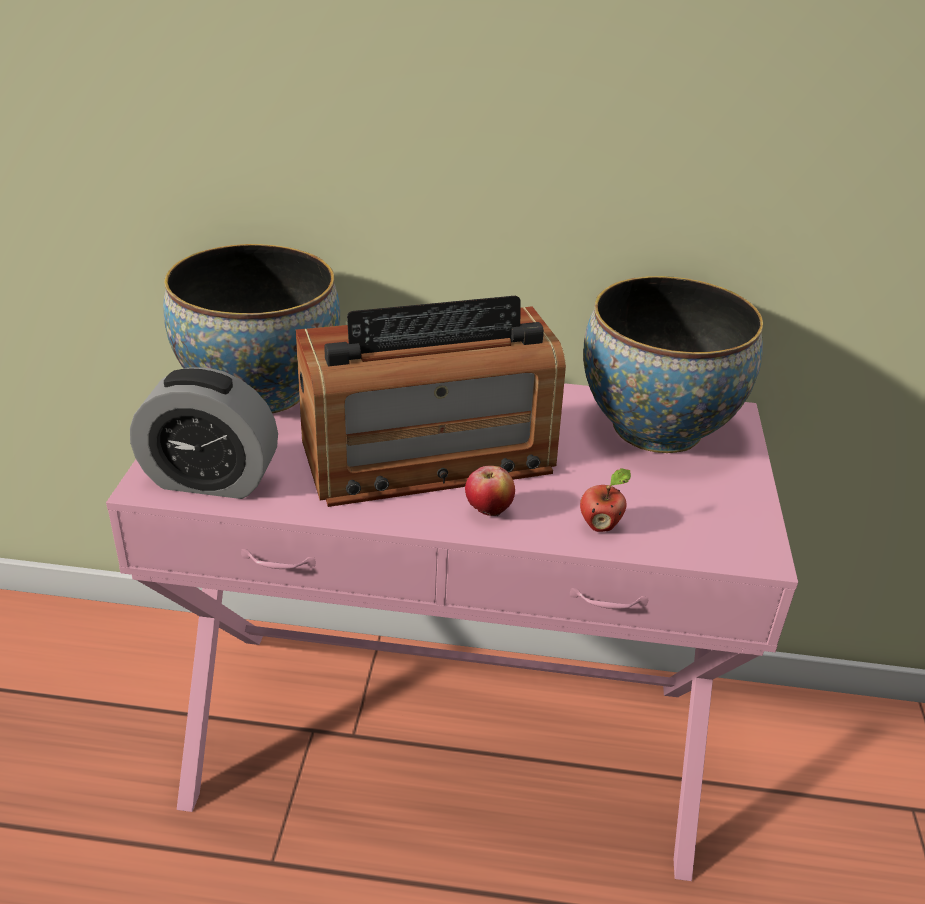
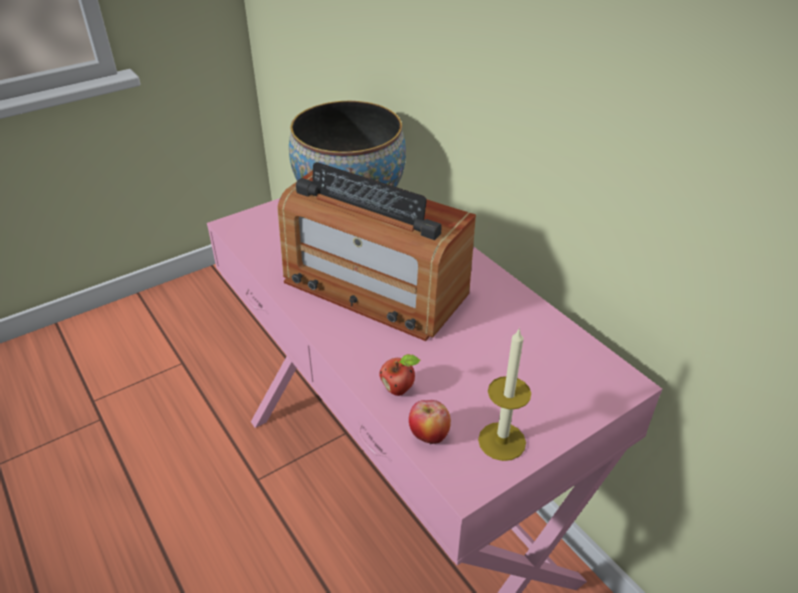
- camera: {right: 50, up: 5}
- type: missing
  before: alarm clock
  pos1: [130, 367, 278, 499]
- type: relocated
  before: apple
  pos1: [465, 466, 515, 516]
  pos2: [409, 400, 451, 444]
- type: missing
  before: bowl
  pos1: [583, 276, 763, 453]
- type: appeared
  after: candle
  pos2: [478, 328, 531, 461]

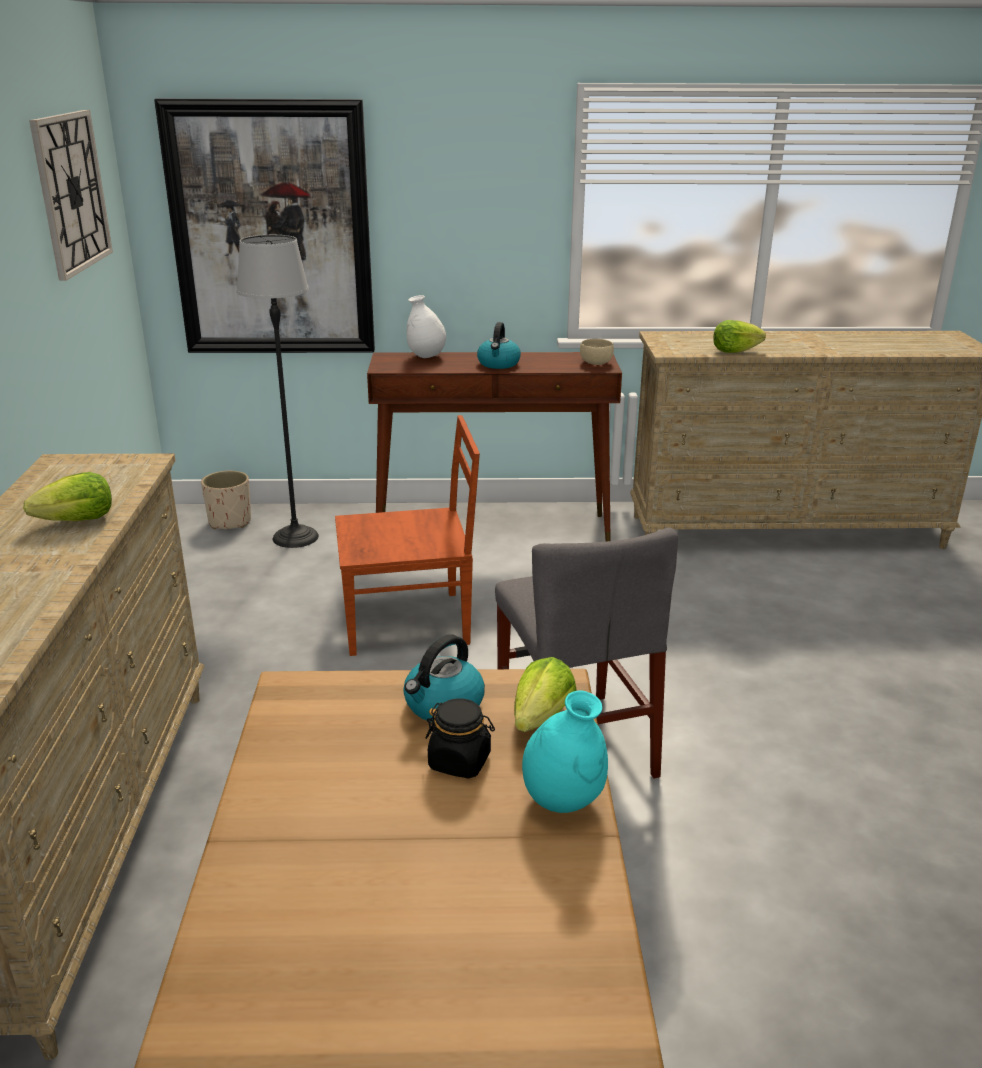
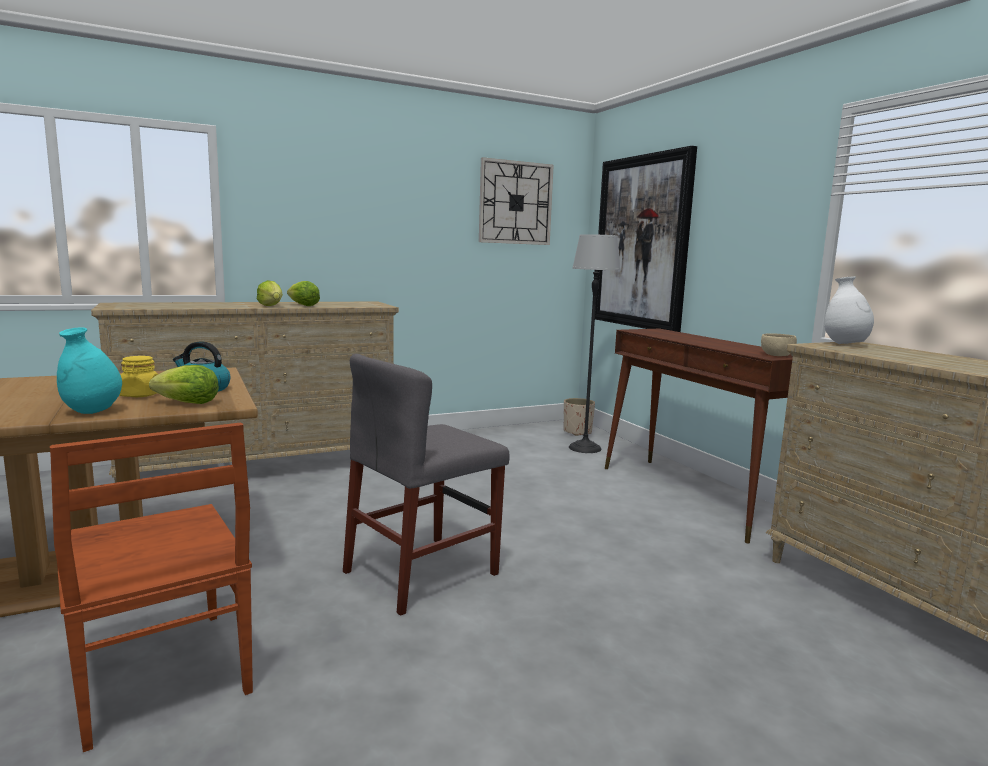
- camera: {right: 65, up: -15}
- type: relocated
  before: chair (brown)
  pos1: [335, 415, 480, 656]
  pos2: [50, 423, 253, 752]
- type: relocated
  before: vase (white)
  pos1: [407, 295, 446, 358]
  pos2: [824, 276, 874, 344]
- type: colour
  before: jar (black)
  after: jar (yellow)
  pos1: [425, 698, 495, 778]
  pos2: [119, 356, 158, 397]
- type: missing
  before: kettle
  pos1: [477, 322, 521, 369]
- type: relocated
  before: lettuce
  pos1: [713, 320, 766, 353]
  pos2: [257, 280, 283, 306]

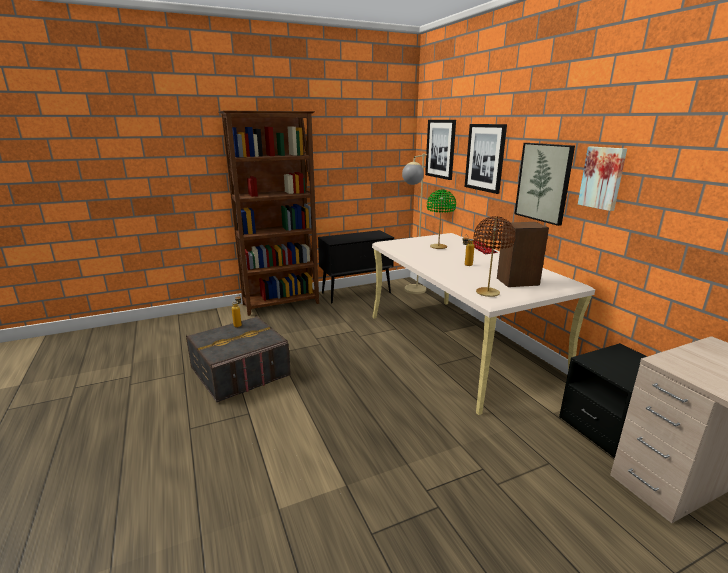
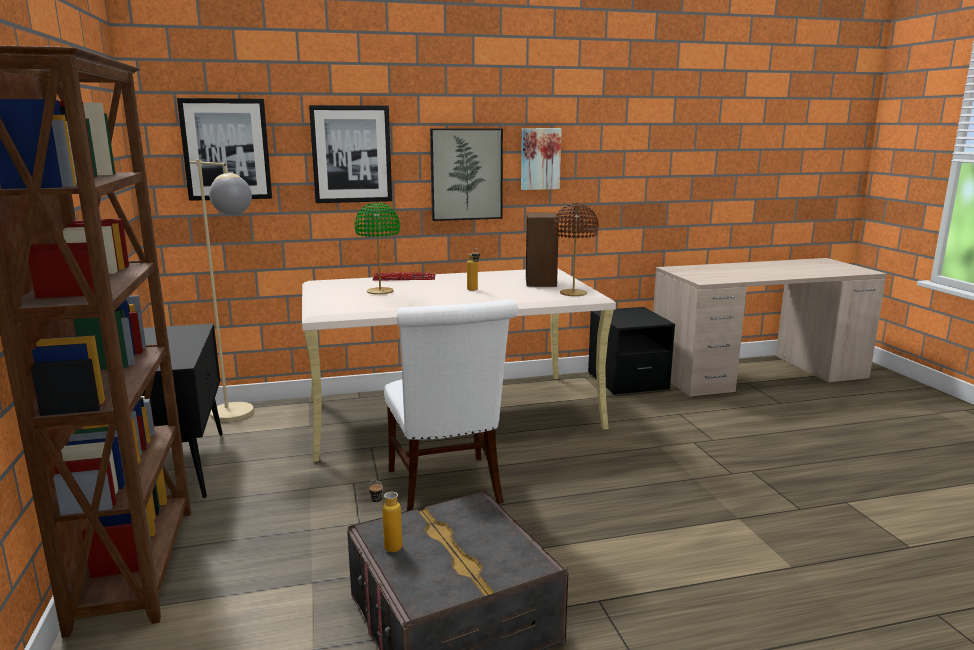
- camera: {right: -80, up: -5}
- type: appeared
  after: chair (white)
  pos2: [384, 299, 518, 511]

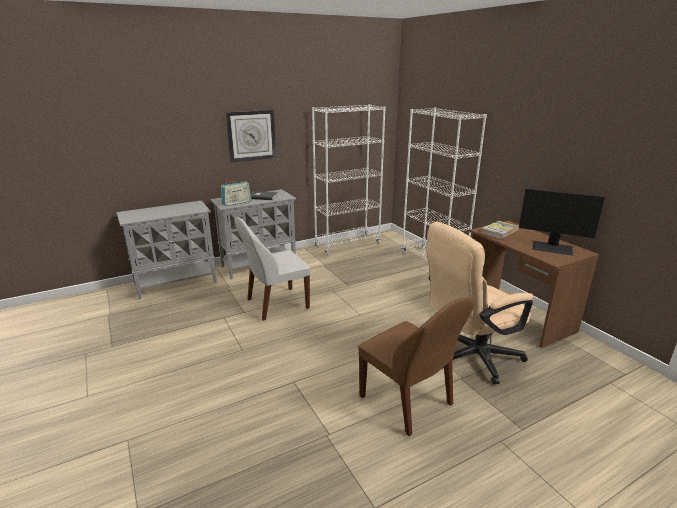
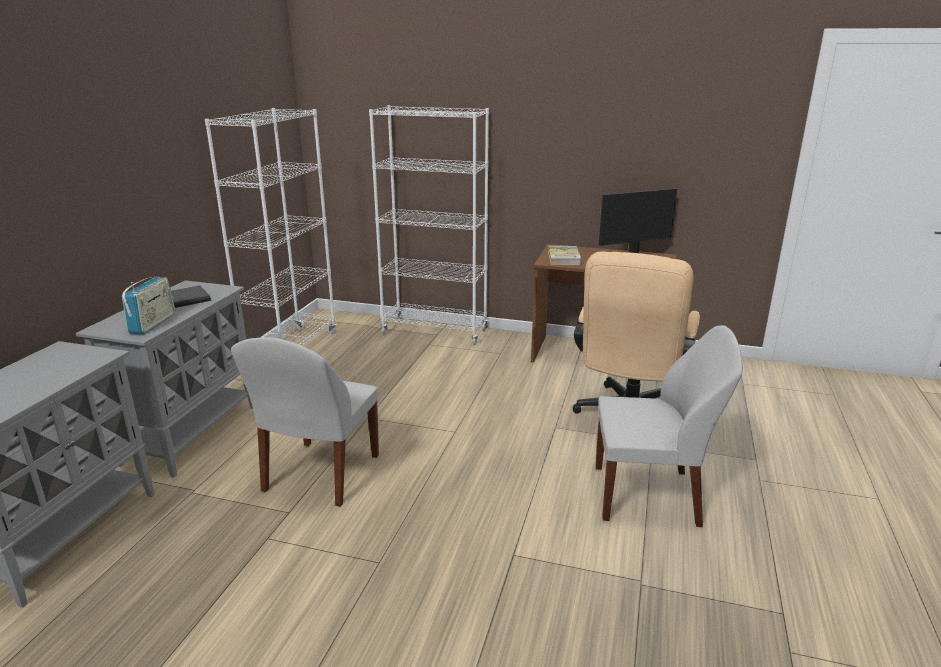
- camera: {right: -45, up: 0}
- type: missing
  before: wall clock
  pos1: [226, 110, 276, 162]
- type: colour
  before: chair (brown)
  after: chair (white)
  pos1: [358, 297, 475, 436]
  pos2: [596, 325, 743, 527]

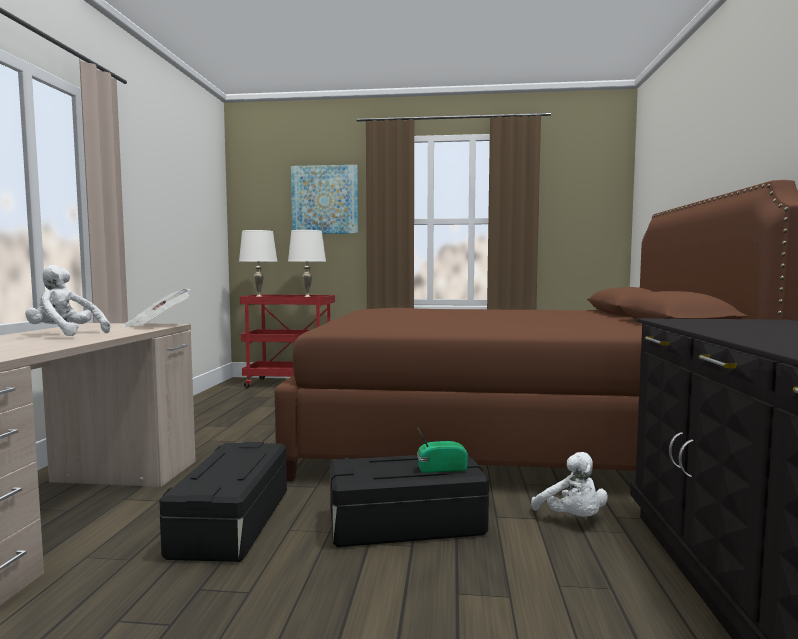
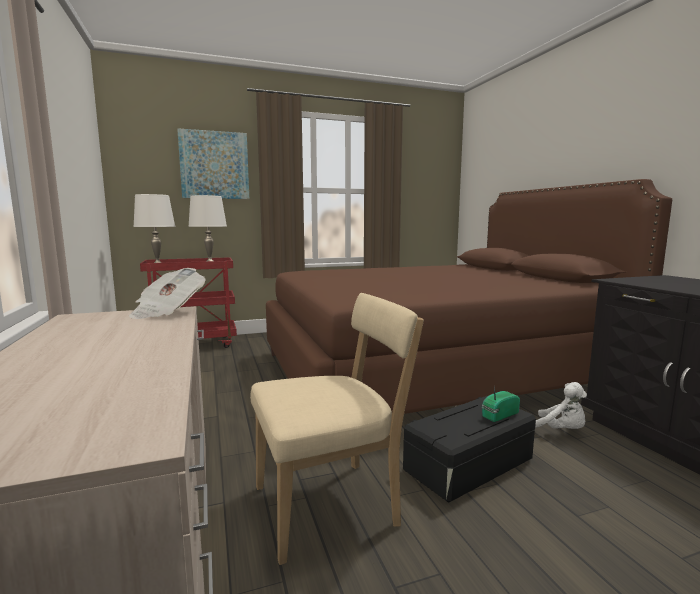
- camera: {right: -25, up: 5}
- type: missing
  before: plush toy (white)
  pos1: [25, 265, 110, 336]
- type: exchanged
  before: storage box (black)
  after: chair (beige)
  pos1: [159, 442, 287, 562]
  pos2: [250, 293, 424, 565]

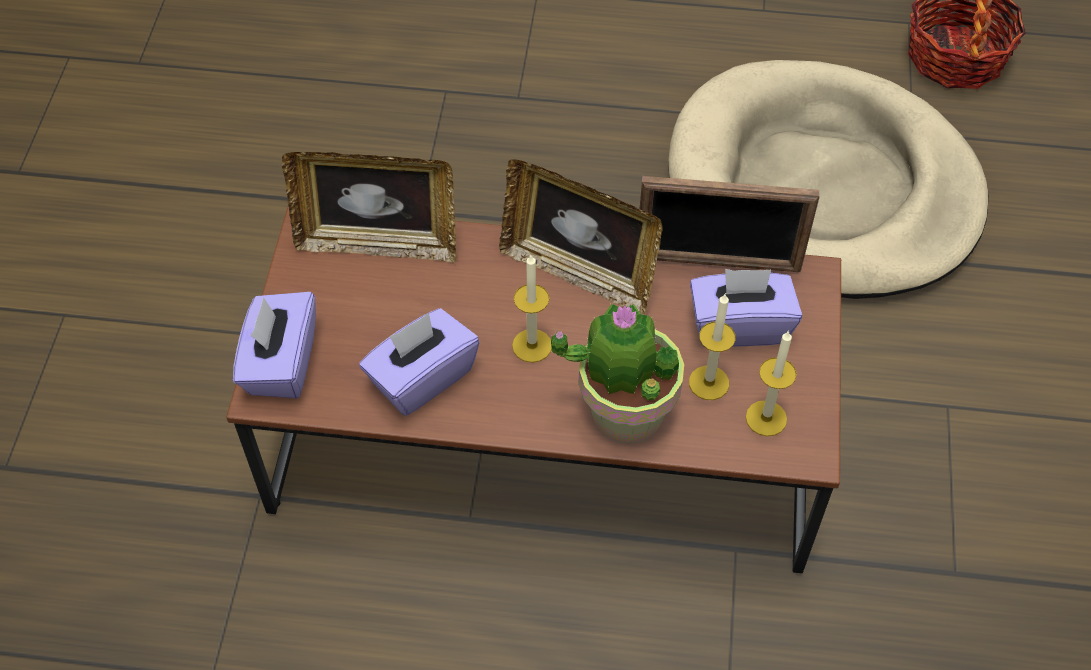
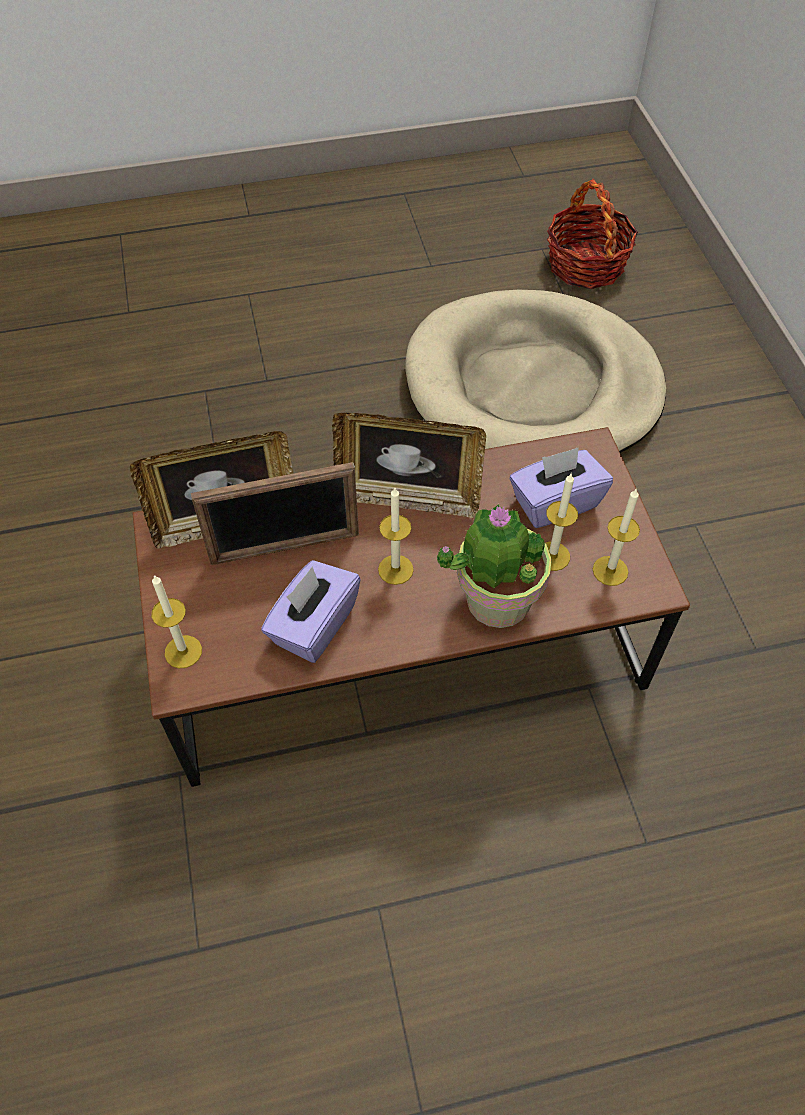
- camera: {right: -20, up: 0}
- type: exchanged
  before: tissue box (purple)
  after: candle
  pos1: [233, 292, 316, 398]
  pos2: [151, 575, 202, 668]
- type: relocated
  before: picture frame
  pos1: [640, 176, 820, 272]
  pos2: [191, 462, 359, 565]

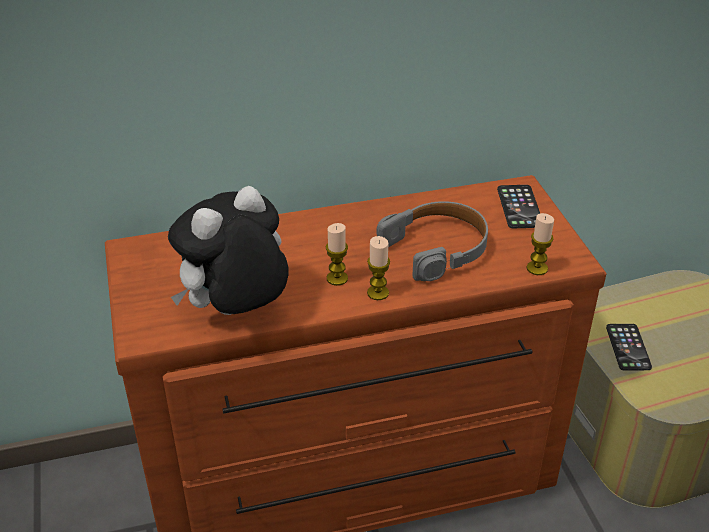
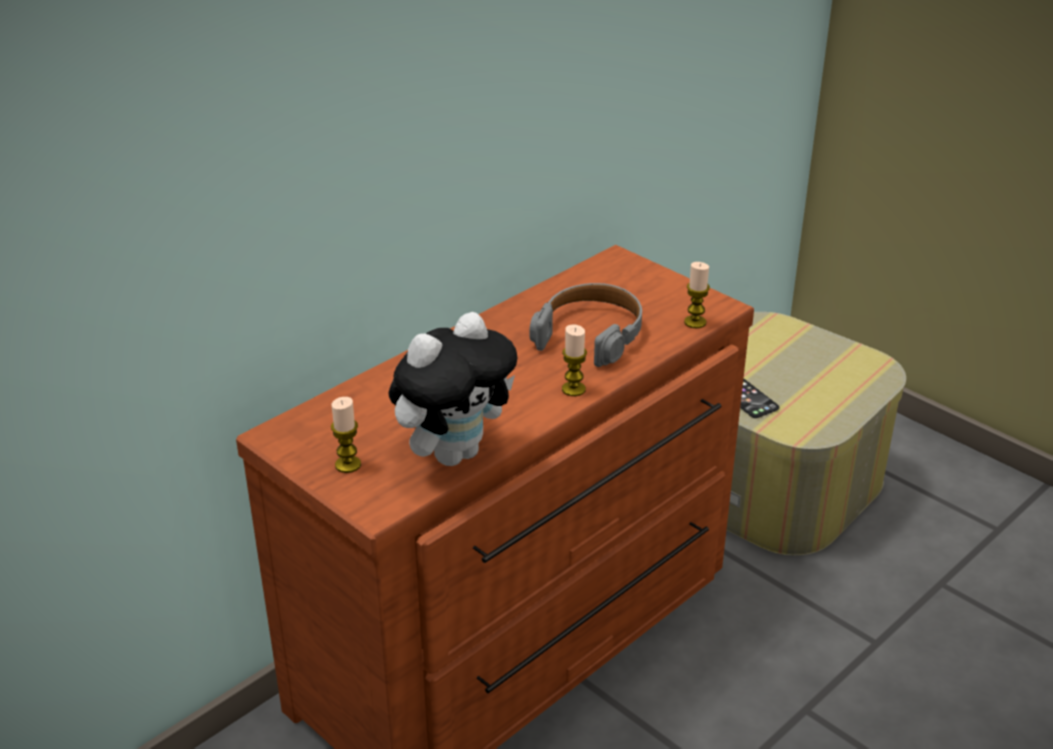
- camera: {right: -30, up: -5}
- type: spun
  before: plush toy
  pos1: [168, 186, 289, 315]
  pos2: [389, 312, 517, 466]
  turn: -150
- type: relocated
  before: candle
  pos1: [326, 223, 348, 286]
  pos2: [331, 397, 361, 473]
- type: missing
  before: phone
  pos1: [497, 185, 540, 228]

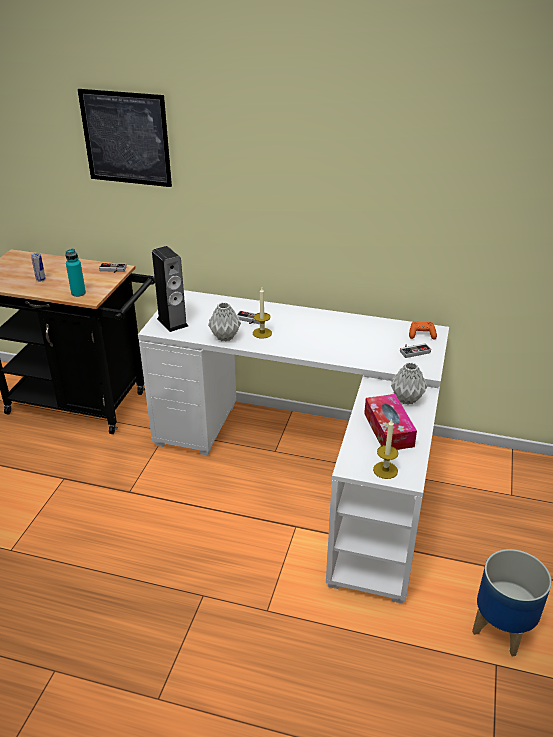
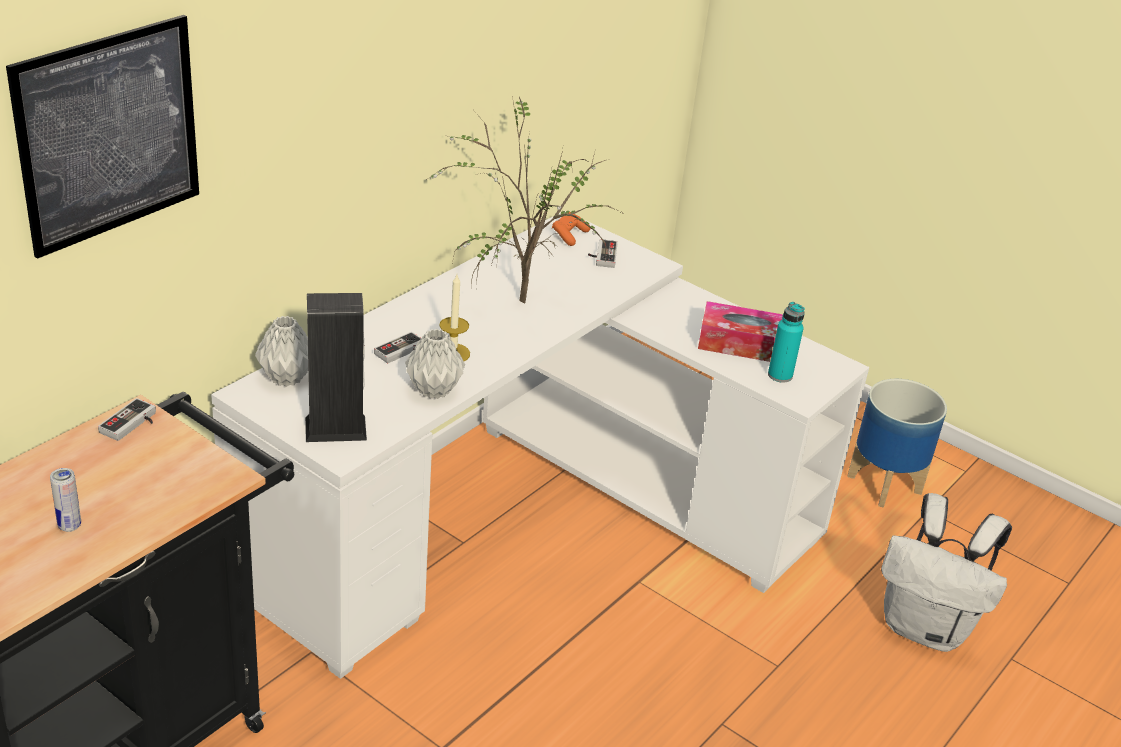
- camera: {right: -70, up: 0}
- type: relocated
  before: bottle (turquoise)
  pos1: [65, 249, 86, 297]
  pos2: [768, 302, 805, 383]
- type: missing
  before: candle
  pos1: [373, 418, 398, 479]
- type: relocated
  before: vase (grey)
  pos1: [391, 363, 427, 405]
  pos2: [255, 316, 308, 387]
- type: appeared
  after: potted plant
  pos2: [426, 96, 624, 303]
- type: appeared
  after: backpack (white)
  pos2: [881, 493, 1012, 652]

